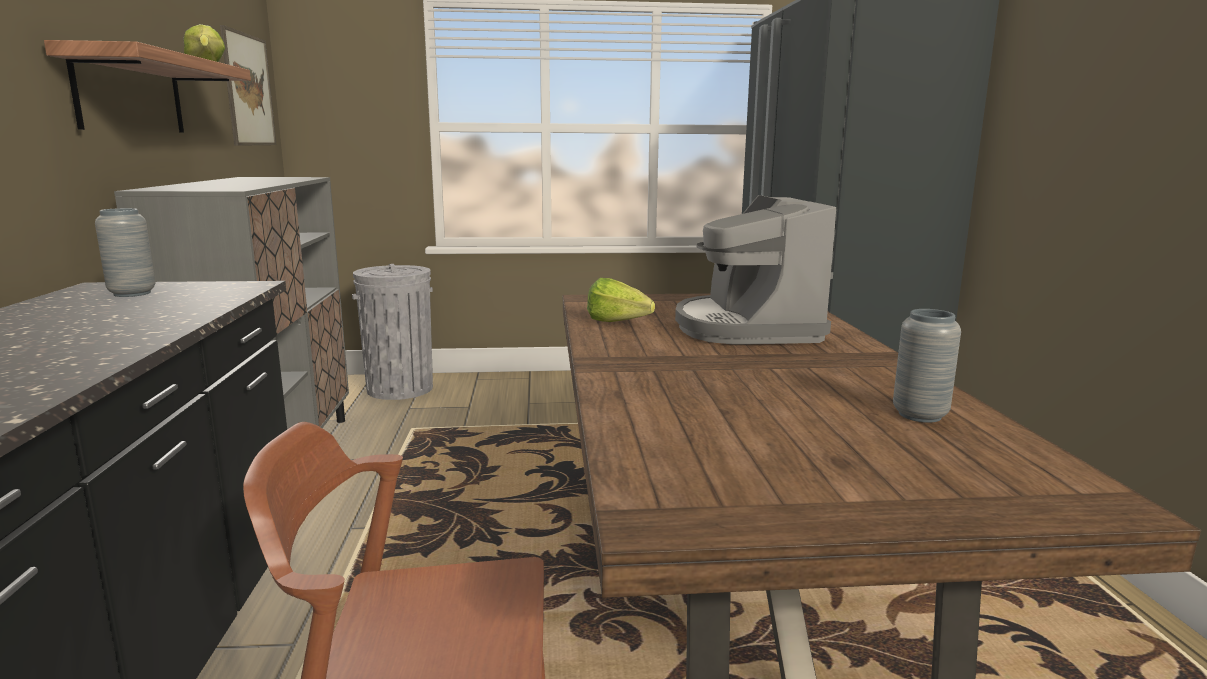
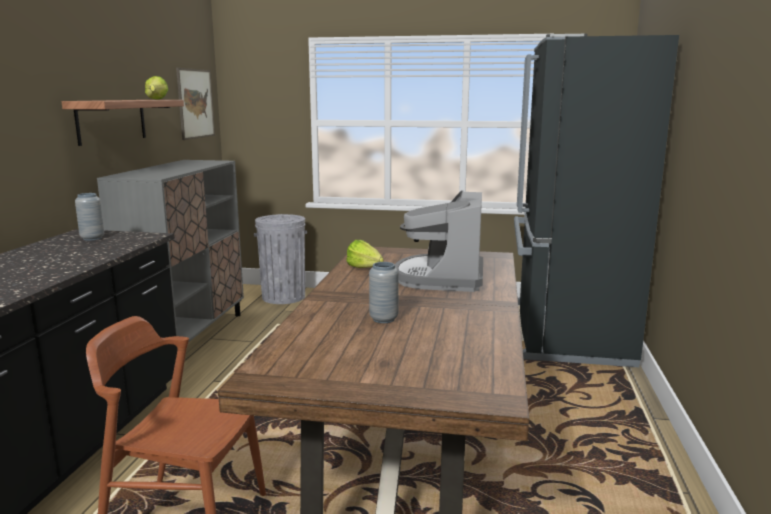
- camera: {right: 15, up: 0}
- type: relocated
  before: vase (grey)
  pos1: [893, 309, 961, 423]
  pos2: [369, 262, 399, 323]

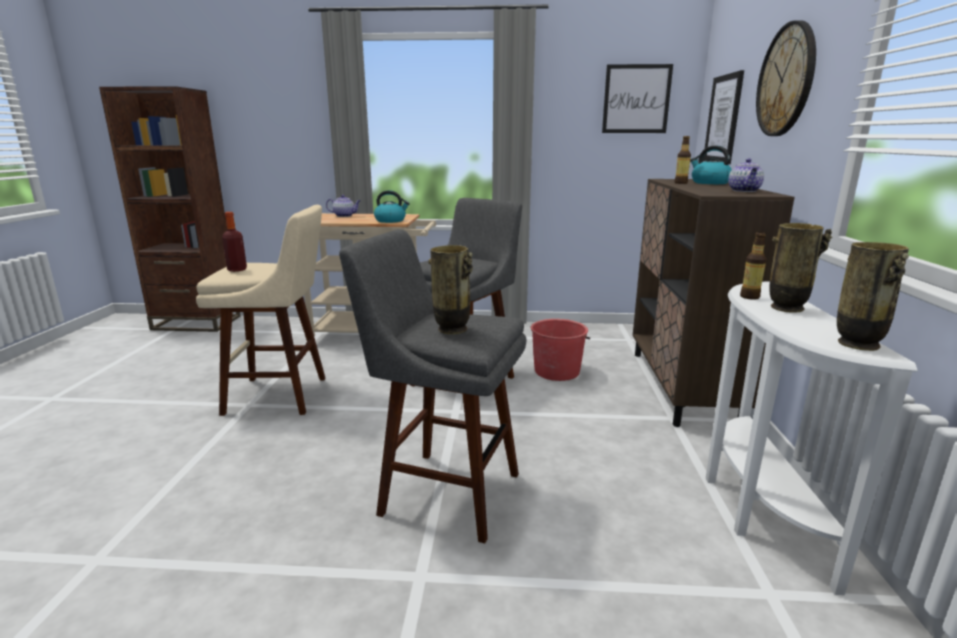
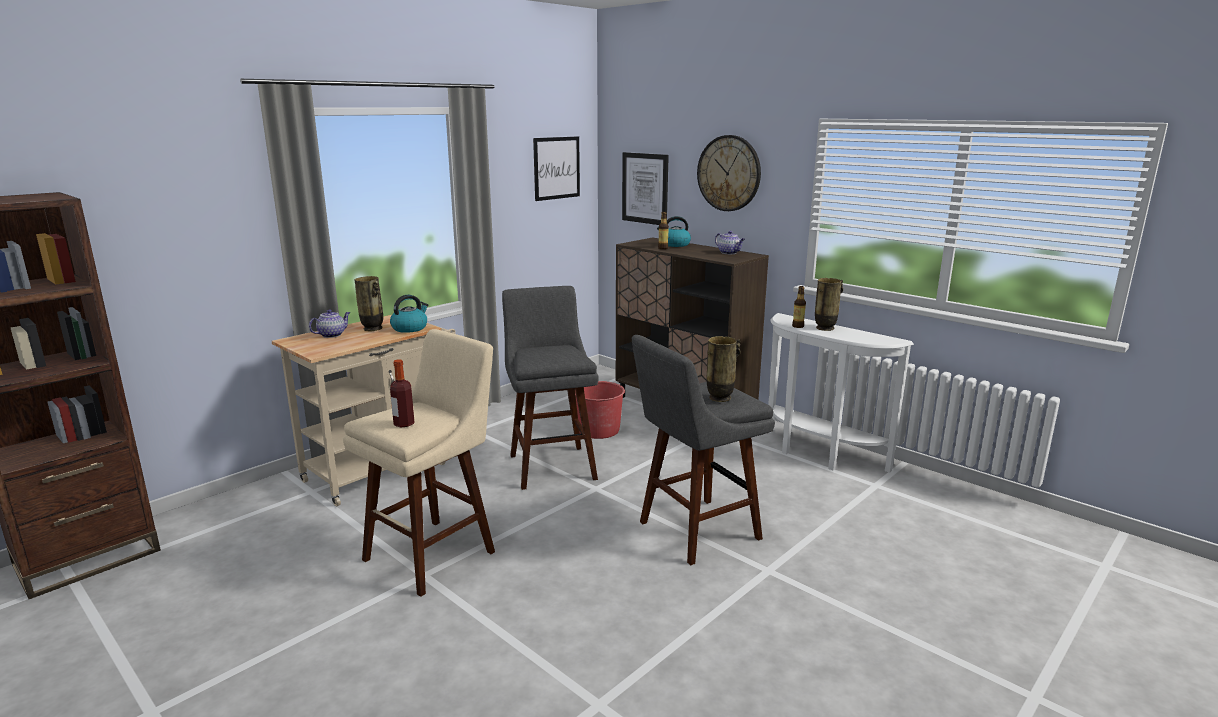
- camera: {right: -50, up: 0}
- type: relocated
  before: vase
  pos1: [837, 242, 909, 351]
  pos2: [355, 276, 383, 331]

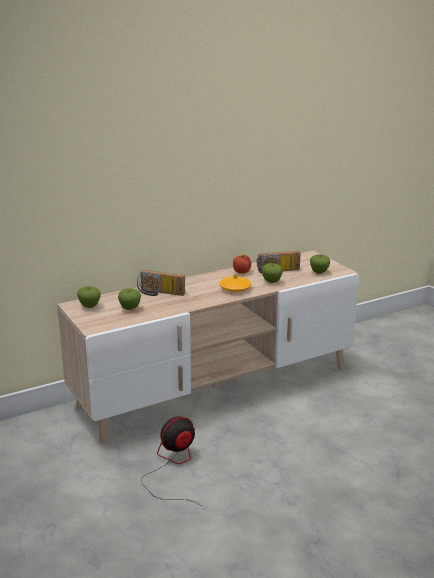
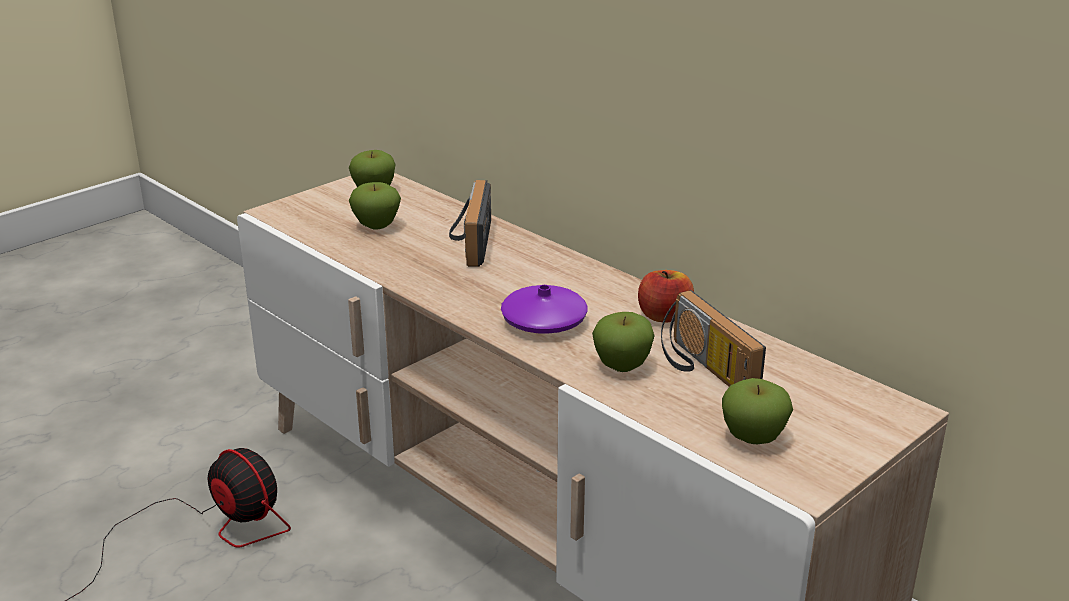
- camera: {right: 75, up: 5}
- type: colour
  before: vase (orange)
  after: vase (purple)
  pos1: [219, 275, 252, 292]
  pos2: [501, 285, 588, 334]

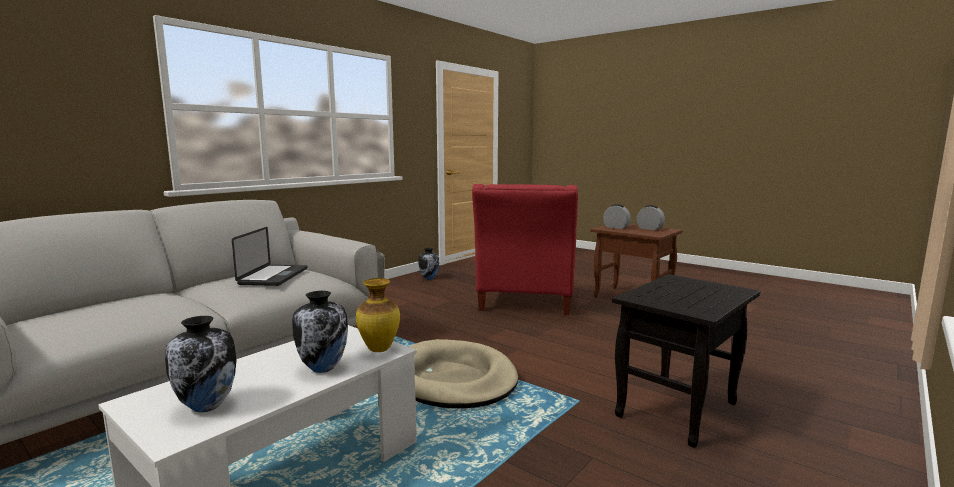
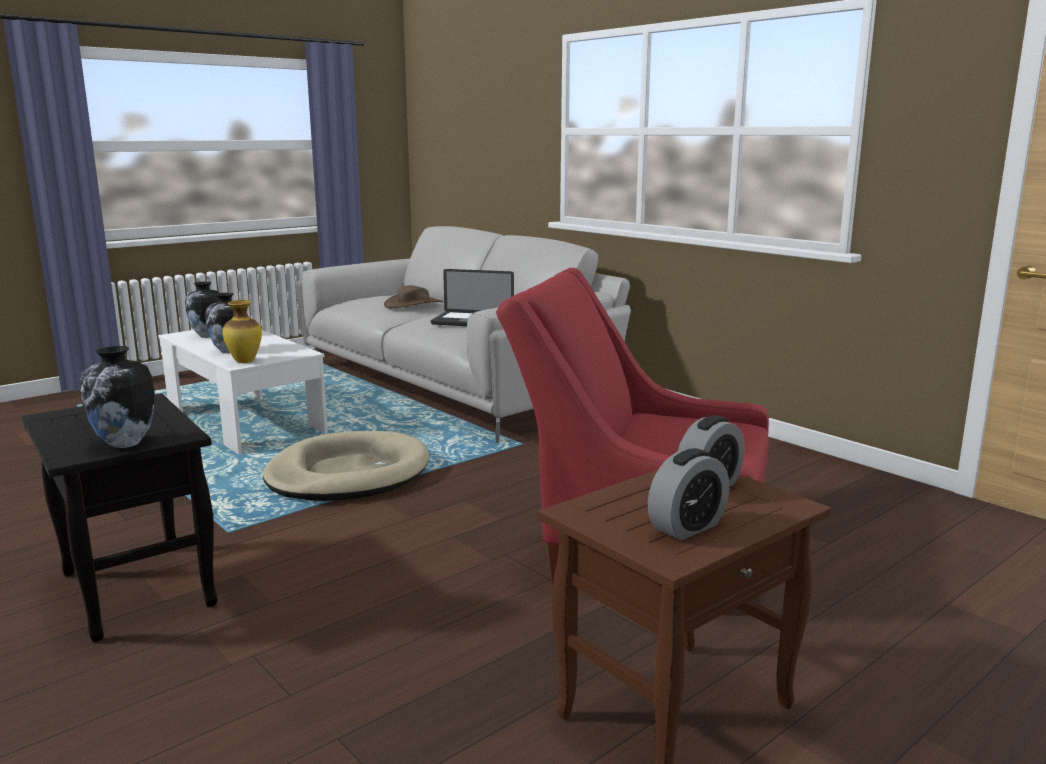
- camera: {right: 100, up: 5}
- type: relocated
  before: vase
  pos1: [419, 248, 439, 280]
  pos2: [80, 346, 155, 448]
- type: appeared
  after: hat (brown)
  pos2: [384, 285, 443, 308]

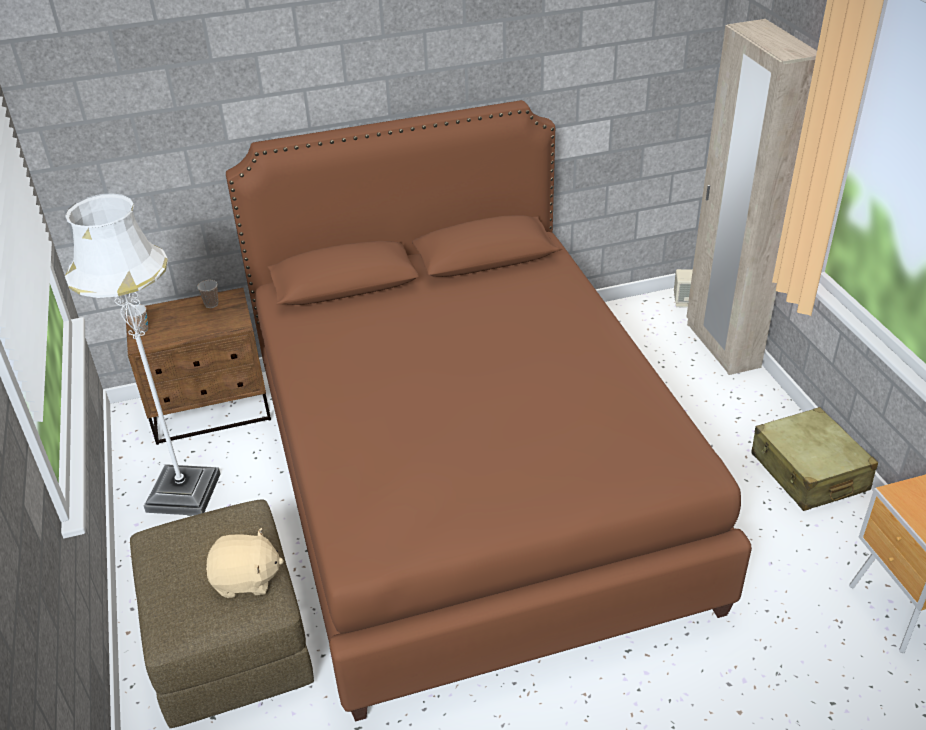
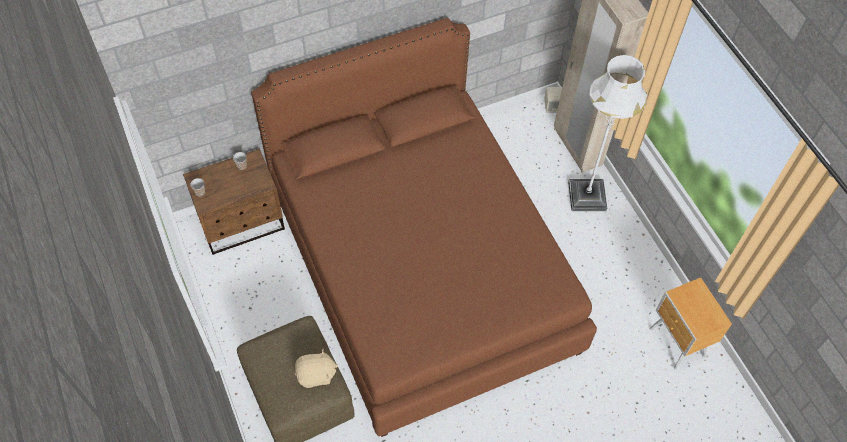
- camera: {right: -10, up: 20}
- type: relocated
  before: floor lamp (white)
  pos1: [65, 193, 221, 516]
  pos2: [568, 55, 647, 211]
- type: missing
  before: suitcase (beige)
  pos1: [751, 407, 878, 511]

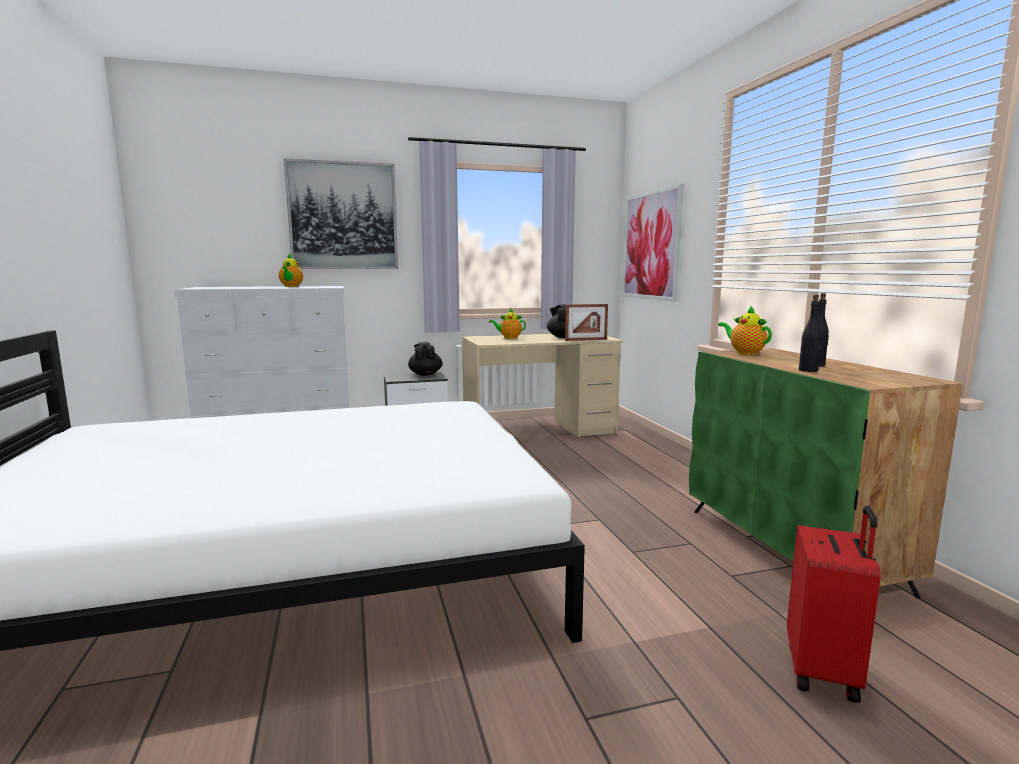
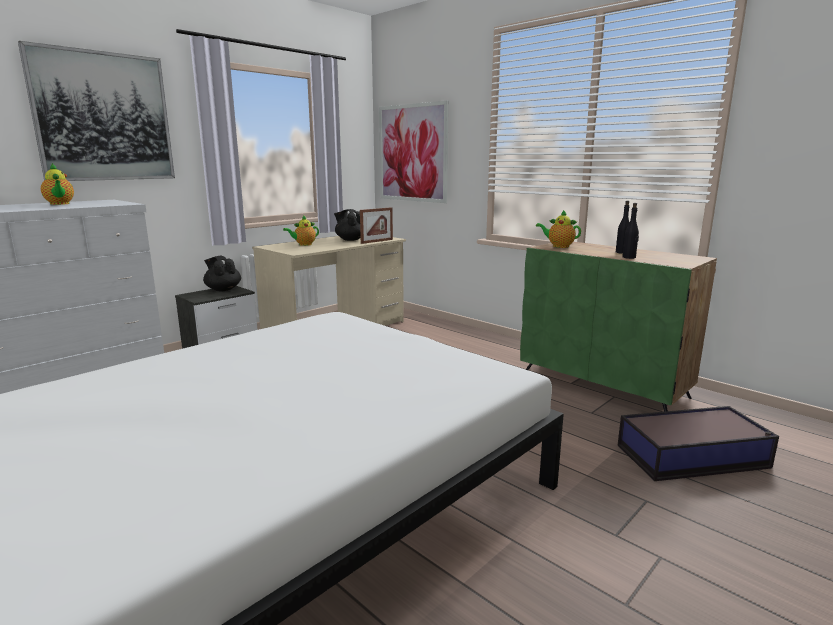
- camera: {right: -30, up: 5}
- type: exchanged
  before: suitcase (red)
  after: storage box
  pos1: [787, 506, 881, 703]
  pos2: [617, 406, 779, 481]

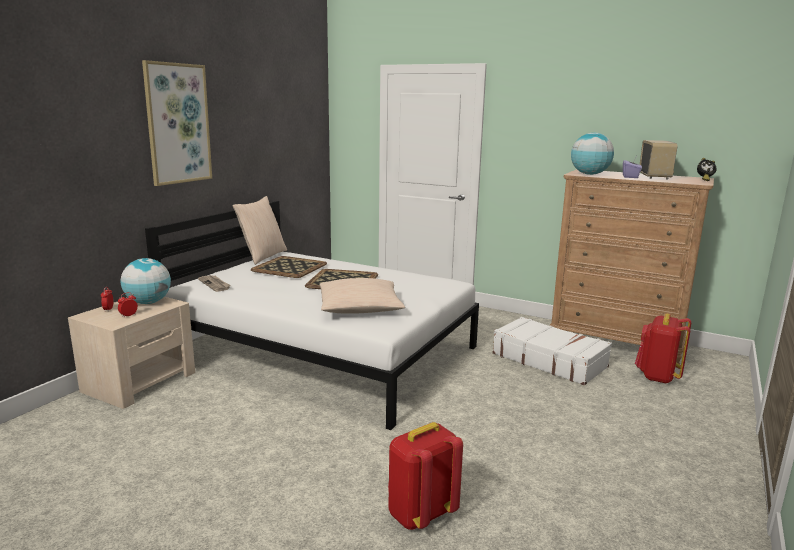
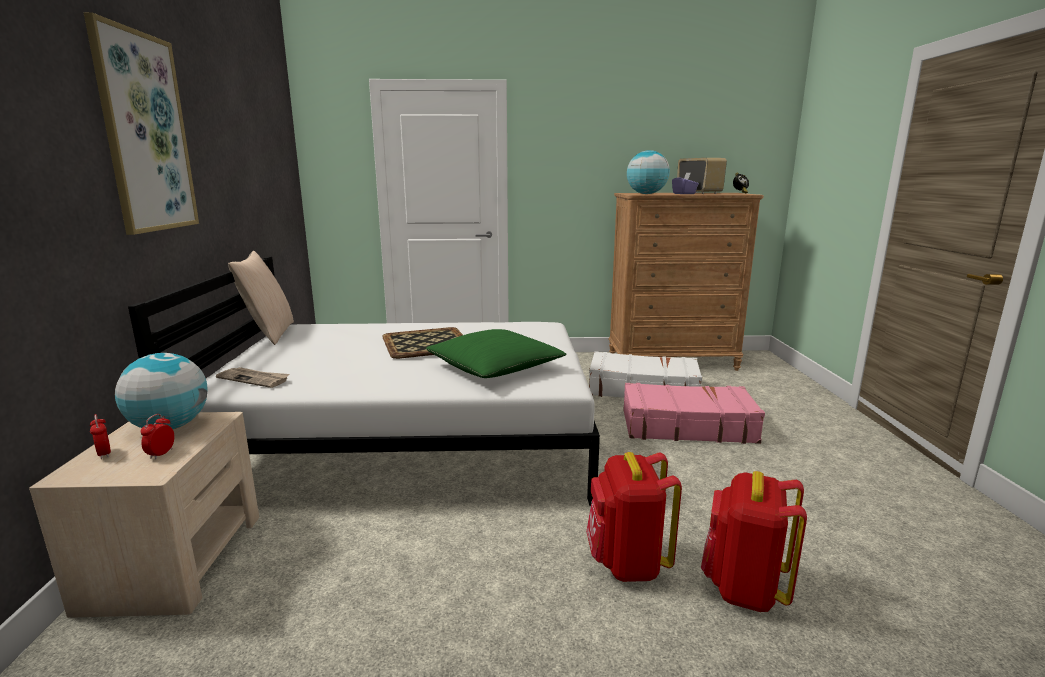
- camera: {right: -30, up: 0}
- type: missing
  before: tray
  pos1: [251, 256, 327, 278]
- type: colour
  before: pillow (beige)
  after: pillow (green)
  pos1: [319, 278, 405, 314]
  pos2: [426, 329, 567, 378]
- type: relocated
  before: backpack (red)
  pos1: [635, 313, 691, 384]
  pos2: [586, 452, 682, 582]
- type: appeared
  after: suitcase (pink)
  pos2: [623, 383, 765, 444]

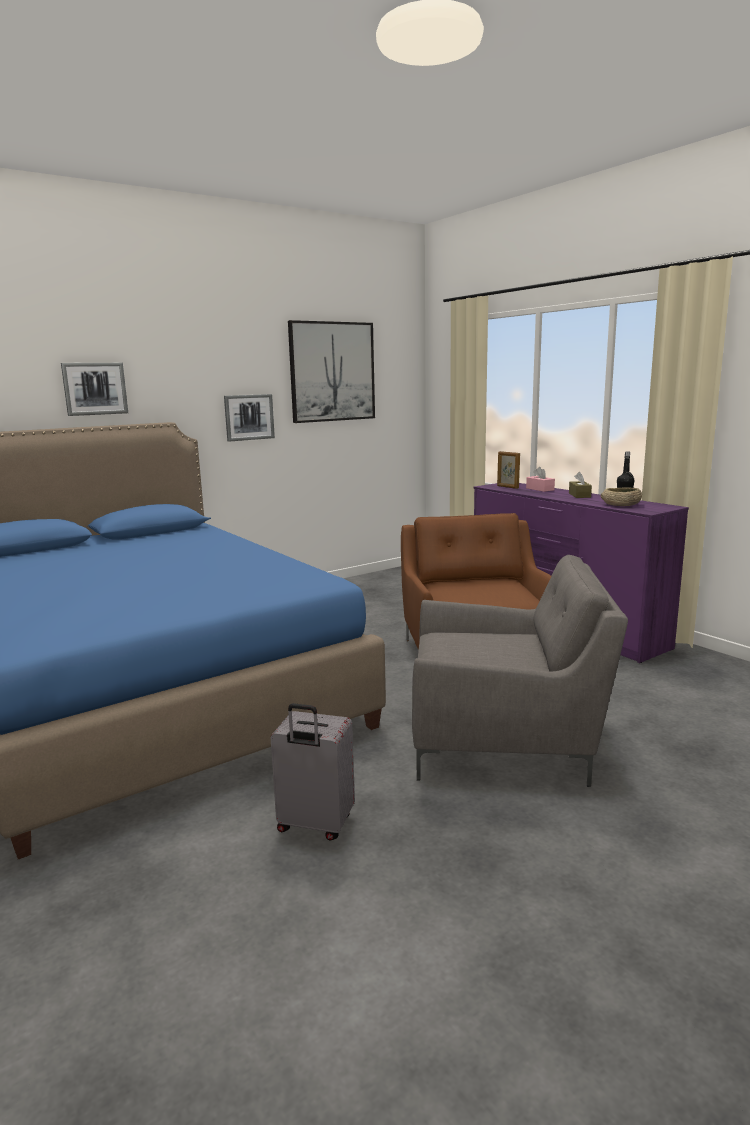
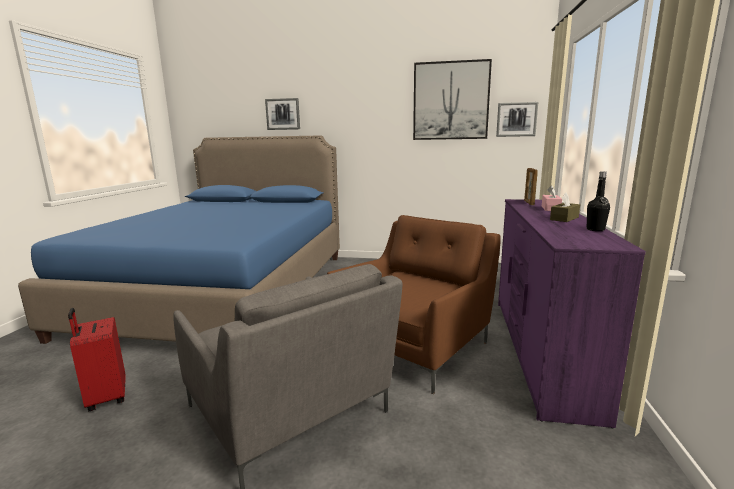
- camera: {right: 45, up: 0}
- type: relocated
  before: picture
  pos1: [224, 394, 275, 441]
  pos2: [496, 102, 538, 137]
- type: colour
  before: suitcase (grey)
  after: suitcase (red)
  pos1: [270, 703, 355, 841]
  pos2: [68, 308, 126, 412]
- type: missing
  before: bowl (beige)
  pos1: [601, 488, 642, 506]

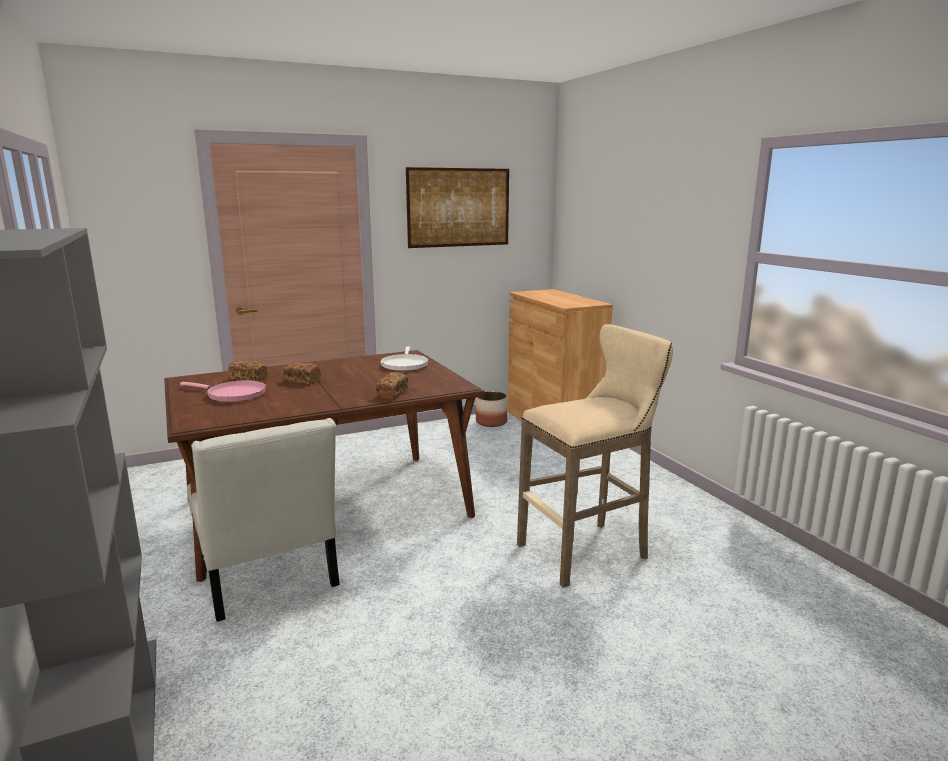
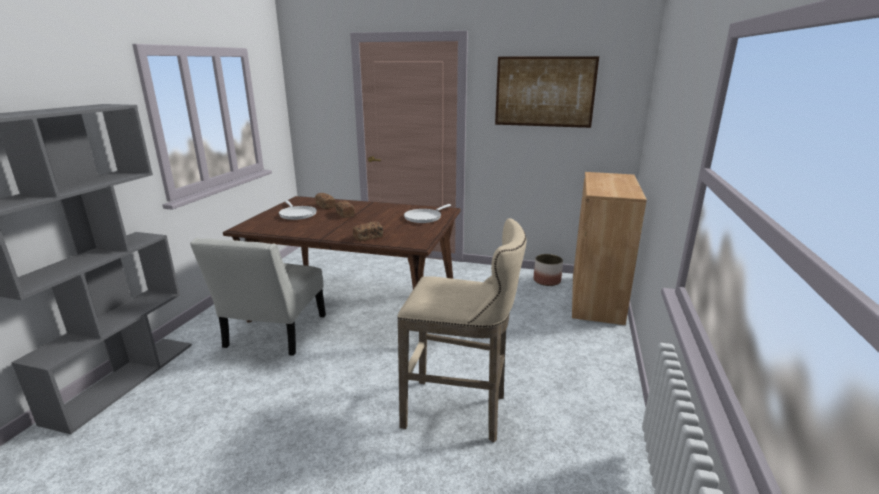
- camera: {right: 40, up: 5}
- type: colour
  before: frying pan (pink)
  after: frying pan (white)
  pos1: [180, 380, 266, 402]
  pos2: [279, 200, 317, 220]

